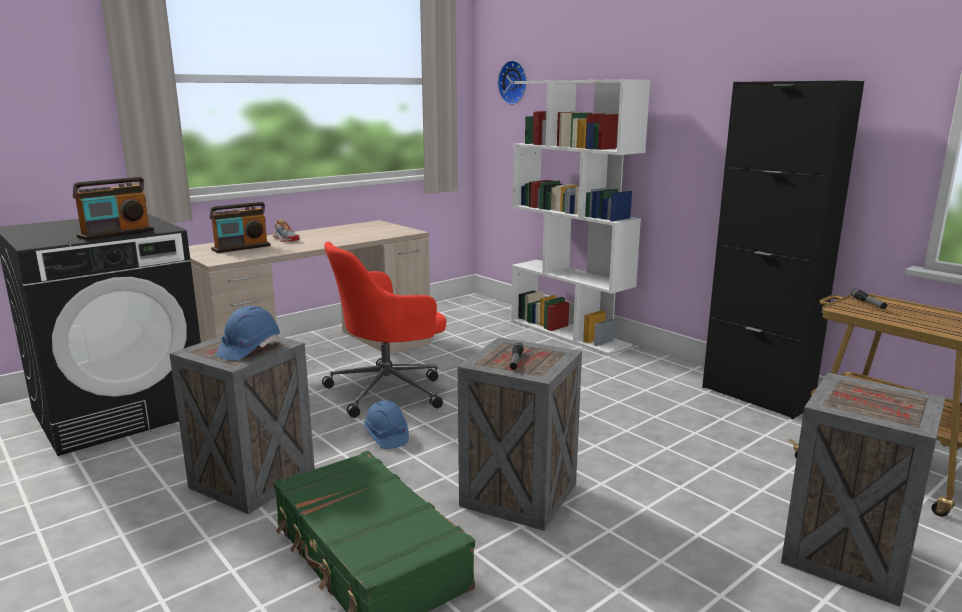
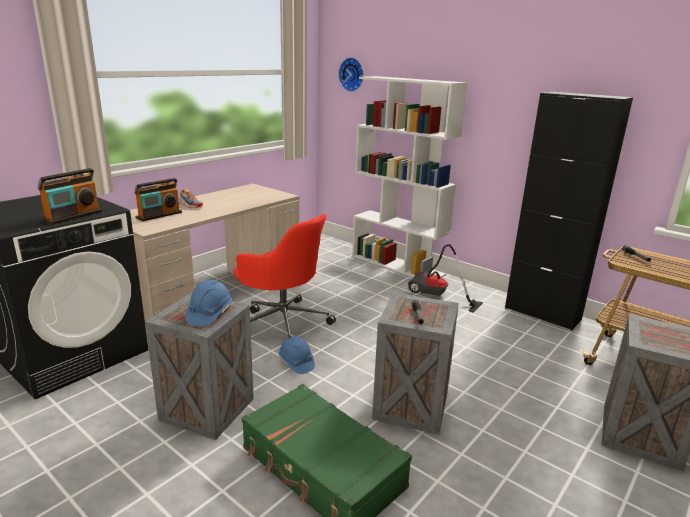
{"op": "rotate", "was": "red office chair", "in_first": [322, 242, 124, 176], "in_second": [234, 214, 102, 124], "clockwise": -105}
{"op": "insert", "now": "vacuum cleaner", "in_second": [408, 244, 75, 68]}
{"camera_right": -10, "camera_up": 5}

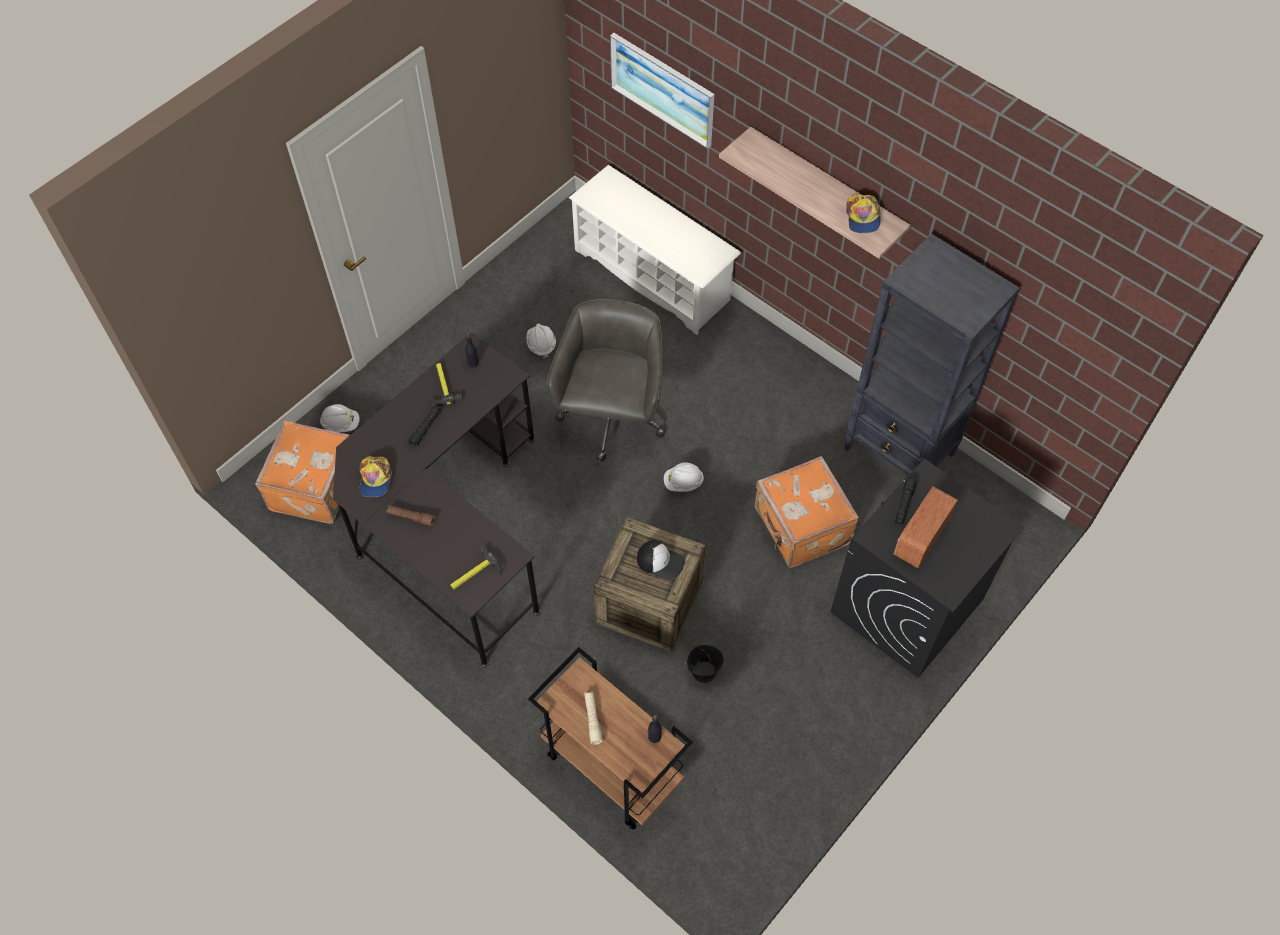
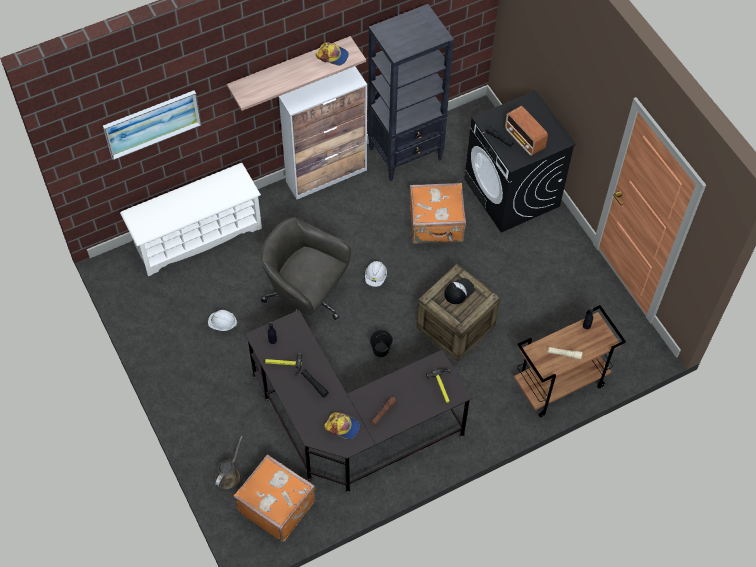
{"op": "replace", "was": "white hard hat", "now": "brown watering can", "in_first": [320, 404, 40, 28], "in_second": [215, 435, 28, 54]}
{"op": "move", "was": "black bucket", "in_first": [687, 645, 37, 38], "in_second": [370, 330, 23, 27]}
{"op": "insert", "now": "cabinet", "in_second": [279, 66, 88, 133]}
{"camera_right": -70, "camera_up": 0}

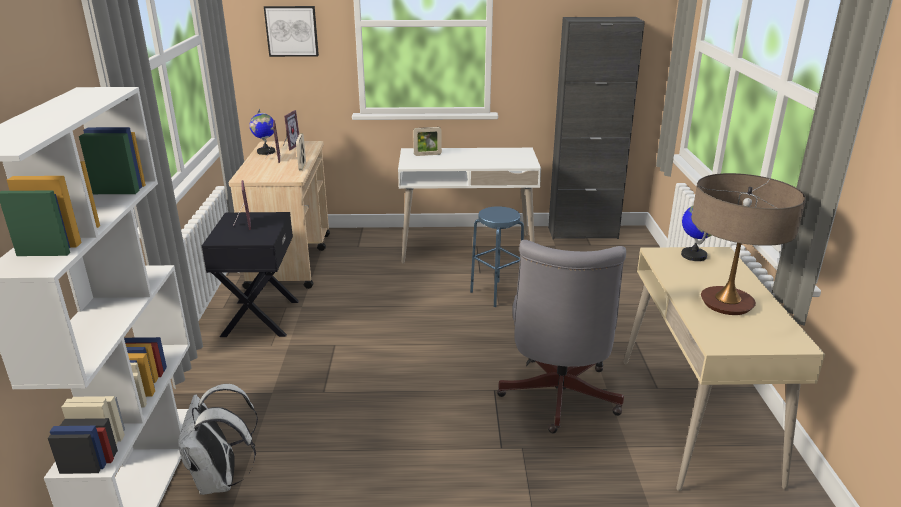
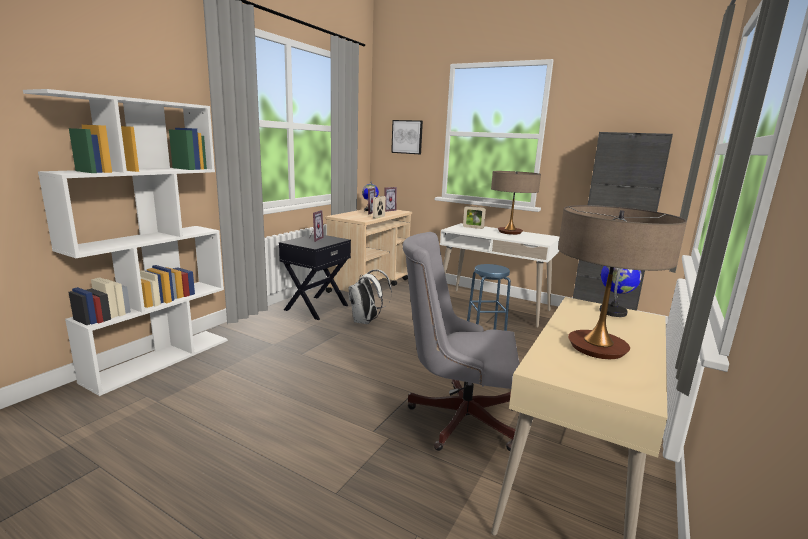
{"op": "move", "was": "white backpack", "in_first": [179, 384, 79, 111], "in_second": [348, 270, 44, 54]}
{"op": "rotate", "was": "grey office chair", "in_first": [497, 240, 129, 193], "in_second": [403, 232, 117, 219], "clockwise": 60}
{"op": "insert", "now": "table lamp", "in_second": [491, 171, 50, 64]}
{"camera_right": 30, "camera_up": -10}

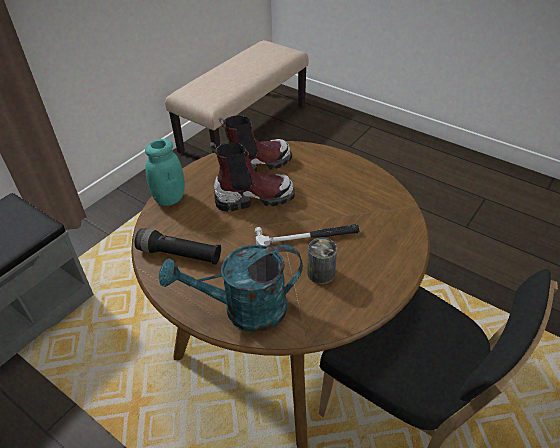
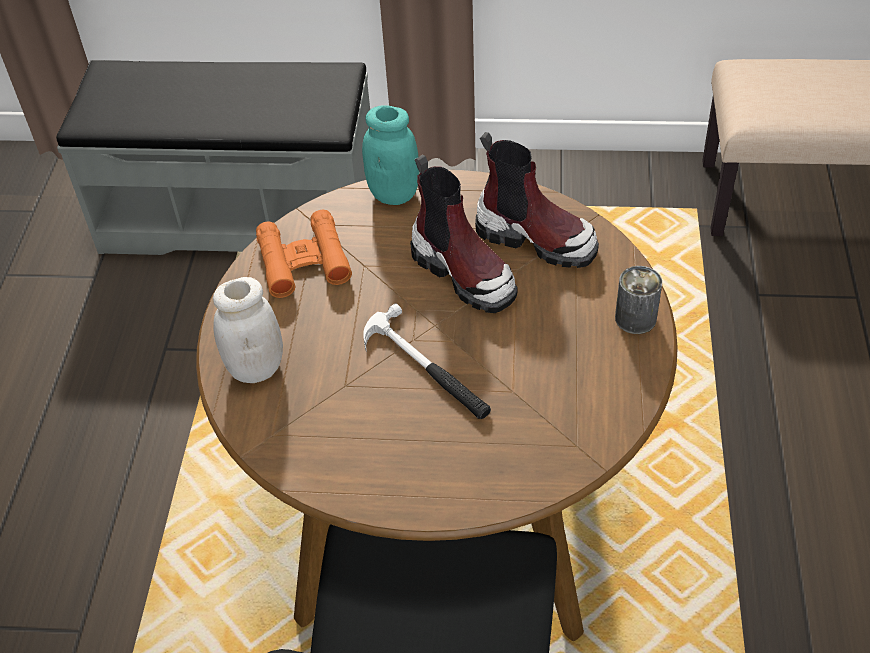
{"op": "replace", "was": "black flashlight", "now": "orange binoculars", "in_first": [135, 228, 87, 37], "in_second": [256, 210, 96, 88]}
{"op": "replace", "was": "turquoise watering can", "now": "white jar", "in_first": [159, 244, 144, 88], "in_second": [213, 277, 70, 106]}
{"op": "move", "was": "can", "in_first": [307, 238, 30, 46], "in_second": [615, 266, 47, 68]}
{"camera_right": 60, "camera_up": 5}

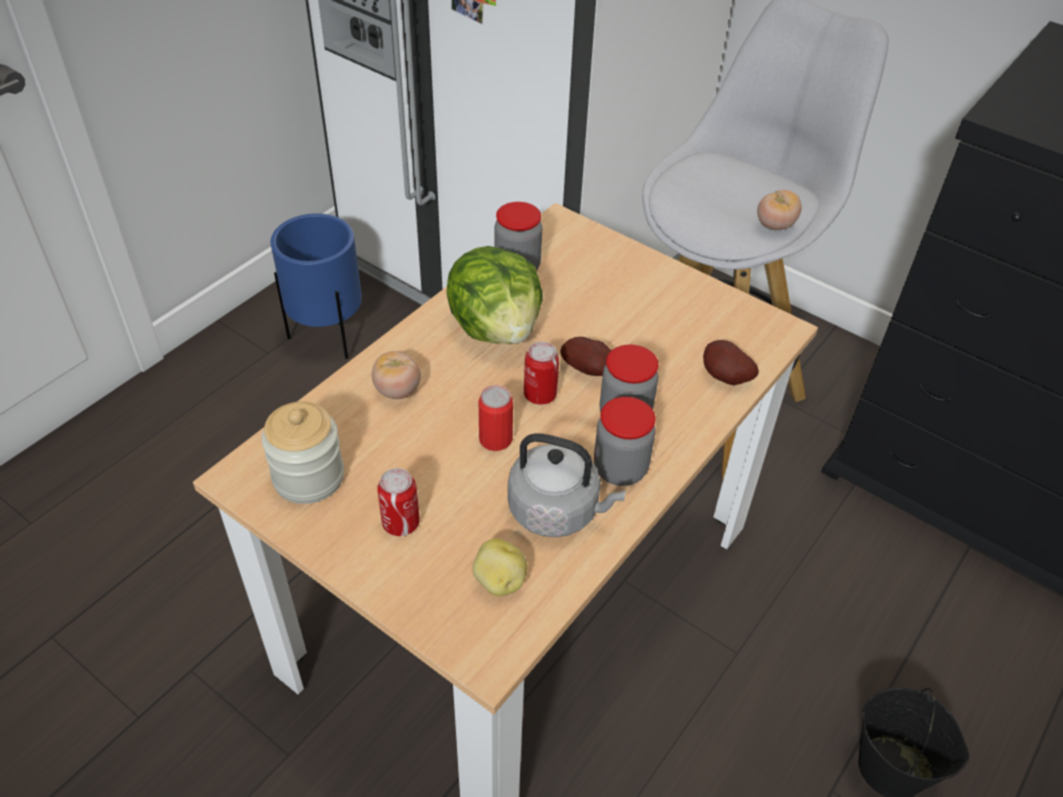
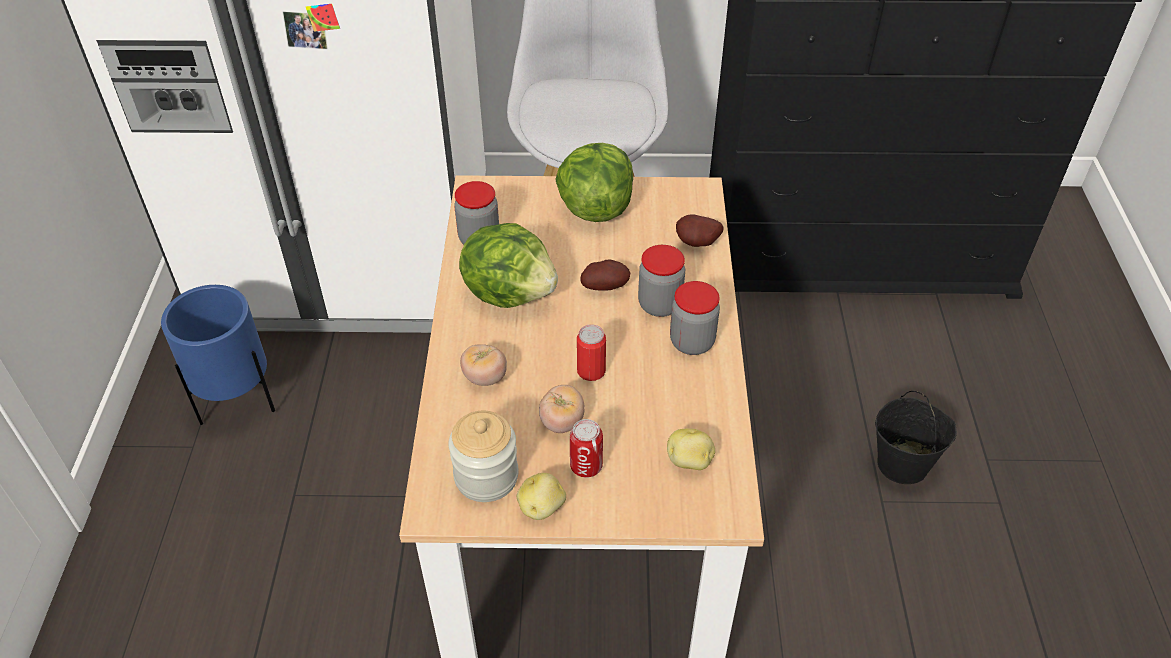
{"op": "delete", "was": "grey kettle", "in_first": [508, 433, 118, 104]}
{"op": "delete", "was": "can", "in_first": [524, 342, 35, 63]}
{"op": "move", "was": "tomato", "in_first": [757, 190, 45, 40], "in_second": [539, 385, 46, 48]}
{"op": "insert", "now": "potato", "in_second": [517, 473, 49, 47]}
{"op": "insert", "now": "lettuce", "in_second": [555, 143, 78, 79]}
{"camera_right": -35, "camera_up": 0}

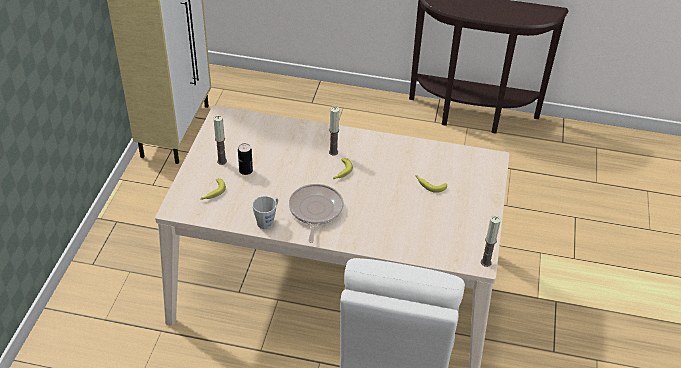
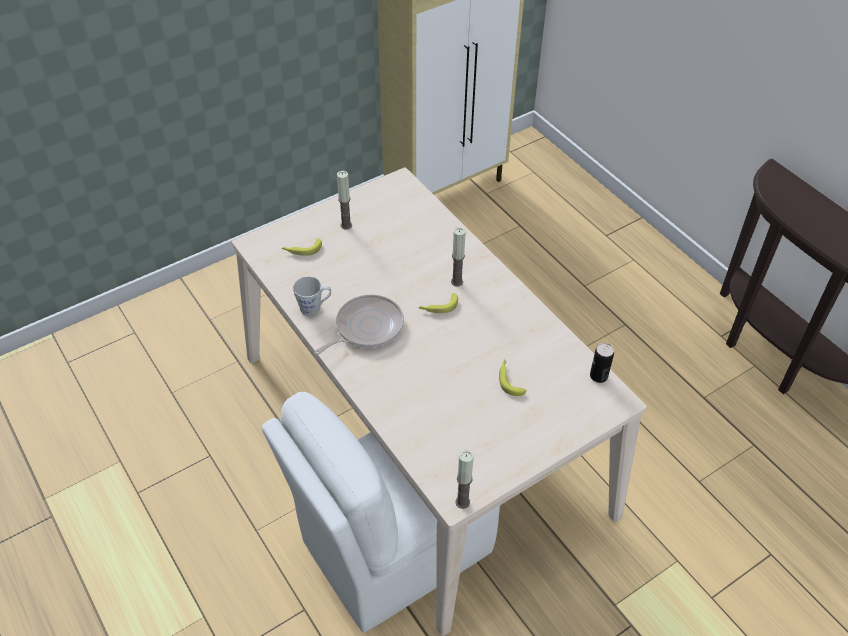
{"op": "move", "was": "can", "in_first": [238, 143, 15, 32], "in_second": [590, 343, 24, 40]}
{"camera_right": 45, "camera_up": 5}

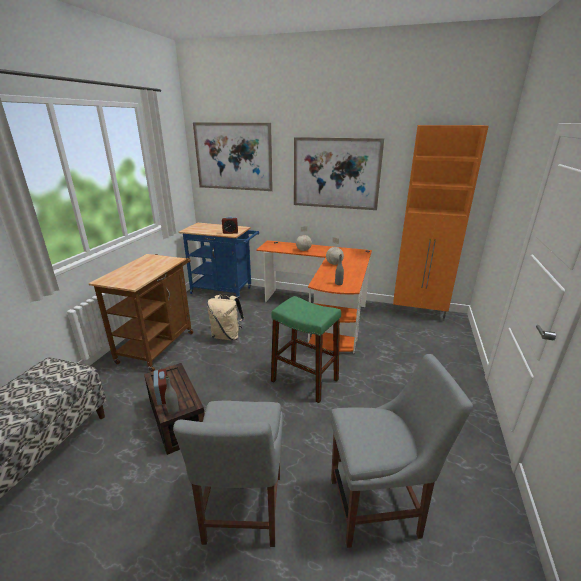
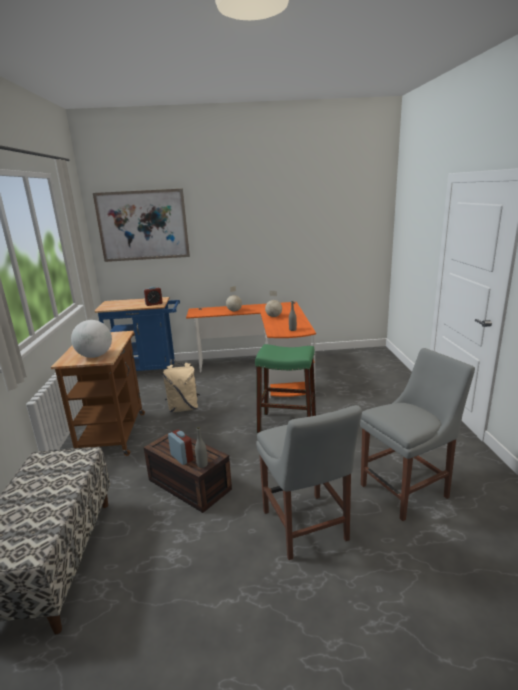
{"op": "delete", "was": "picture", "in_first": [294, 137, 90, 73]}
{"op": "delete", "was": "orange cabinet", "in_first": [393, 125, 96, 196]}
{"op": "insert", "now": "globe", "in_second": [71, 320, 41, 38]}
{"camera_right": -20, "camera_up": -5}

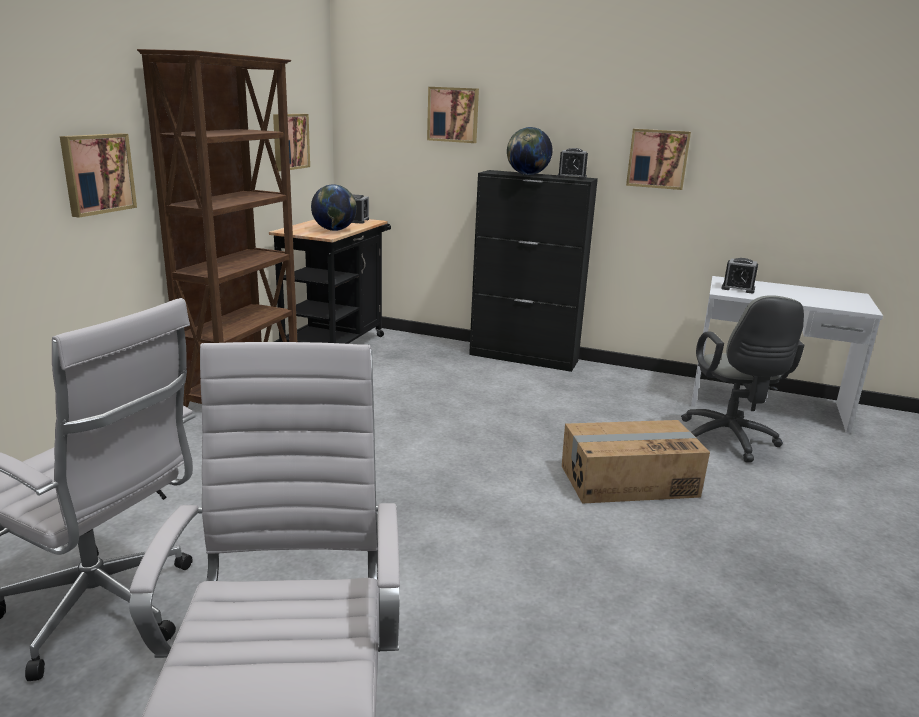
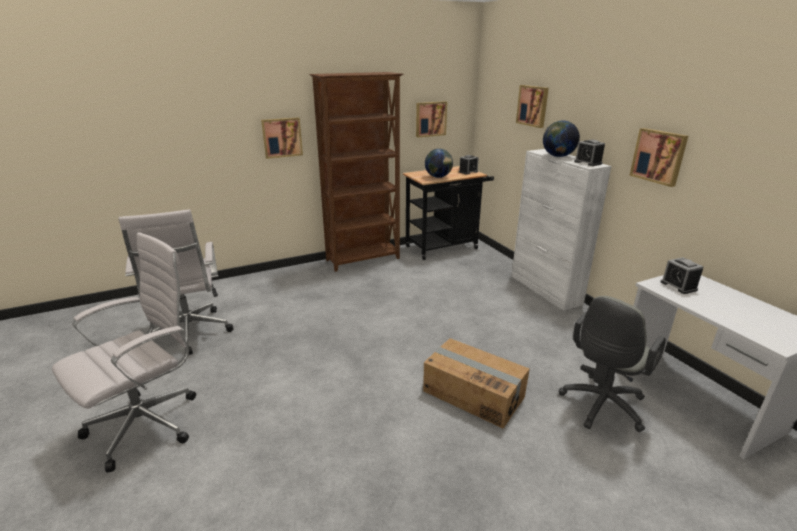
{"op": "recolor", "was": "black cabinet", "now": "white cabinet", "in_first": [469, 170, 129, 202], "in_second": [512, 149, 99, 162]}
{"camera_right": 45, "camera_up": 5}

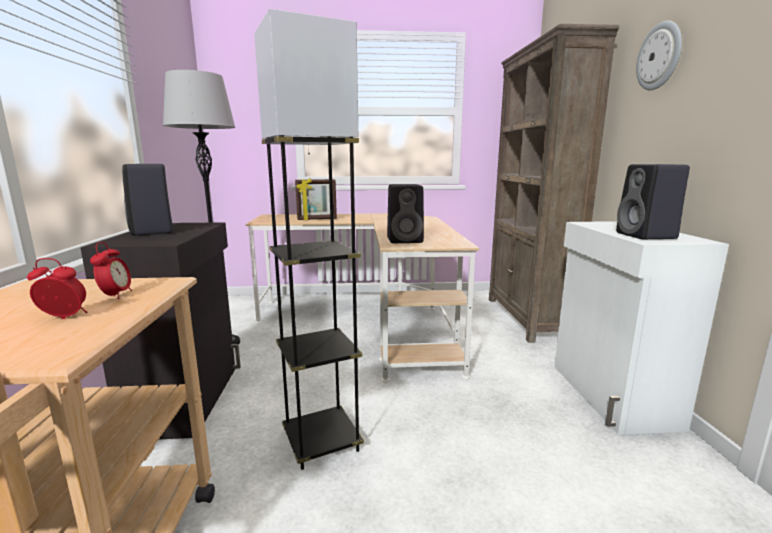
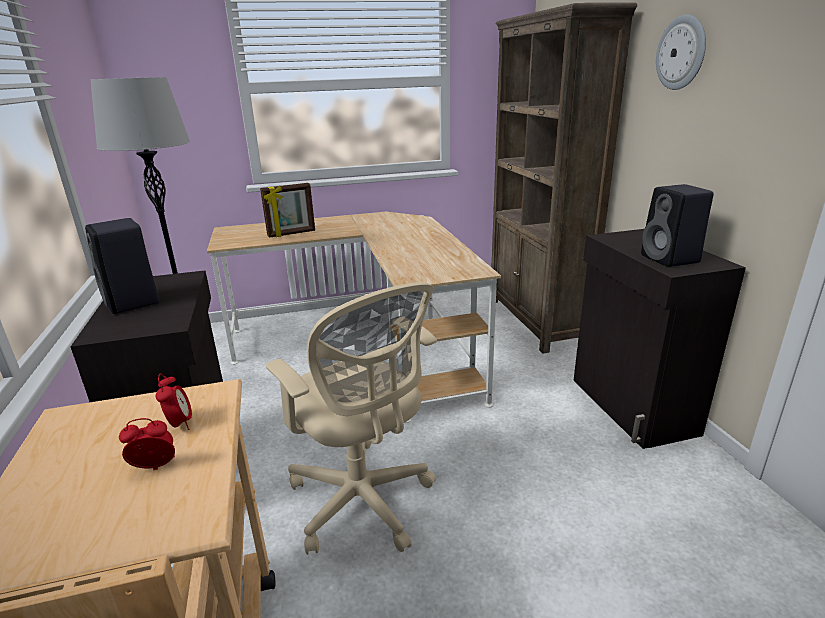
{"op": "replace", "was": "grey floor lamp", "now": "beige office chair", "in_first": [254, 9, 110, 461], "in_second": [265, 282, 172, 273]}
{"op": "delete", "was": "black speaker", "in_first": [387, 184, 37, 59]}
{"op": "recolor", "was": "white cabinet", "now": "black cabinet", "in_first": [554, 221, 175, 213], "in_second": [573, 229, 173, 220]}
{"camera_right": -10, "camera_up": 10}

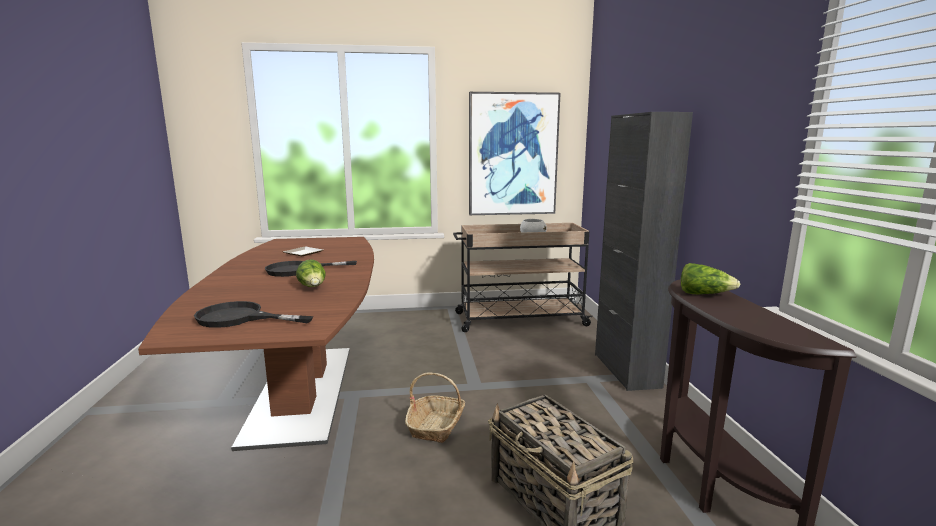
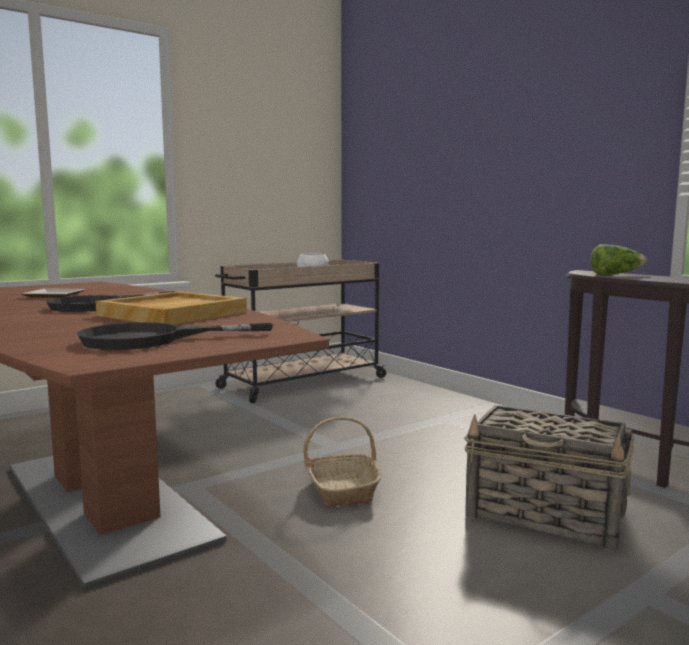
{"op": "replace", "was": "lettuce", "now": "beige tray", "in_first": [296, 259, 30, 28], "in_second": [96, 291, 151, 34]}
{"op": "delete", "was": "picture", "in_first": [469, 92, 91, 123]}
{"op": "delete", "was": "black cabinet", "in_first": [595, 112, 98, 279]}
{"camera_right": -30, "camera_up": -5}

